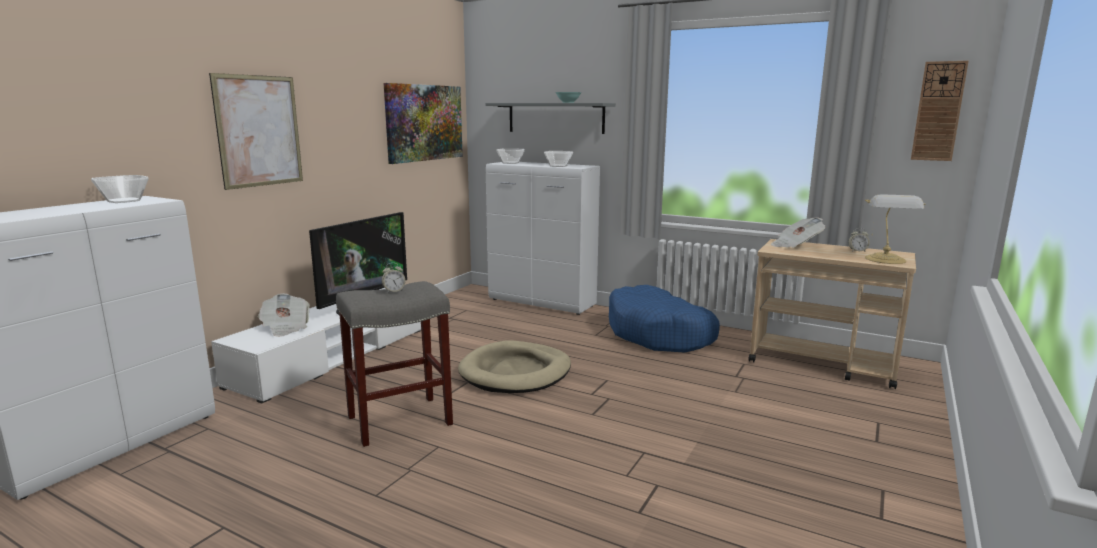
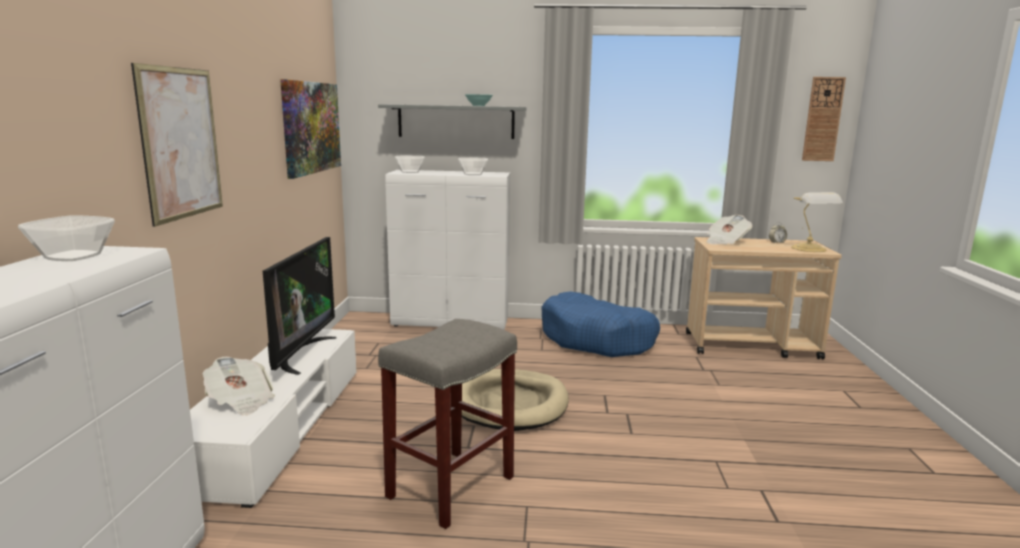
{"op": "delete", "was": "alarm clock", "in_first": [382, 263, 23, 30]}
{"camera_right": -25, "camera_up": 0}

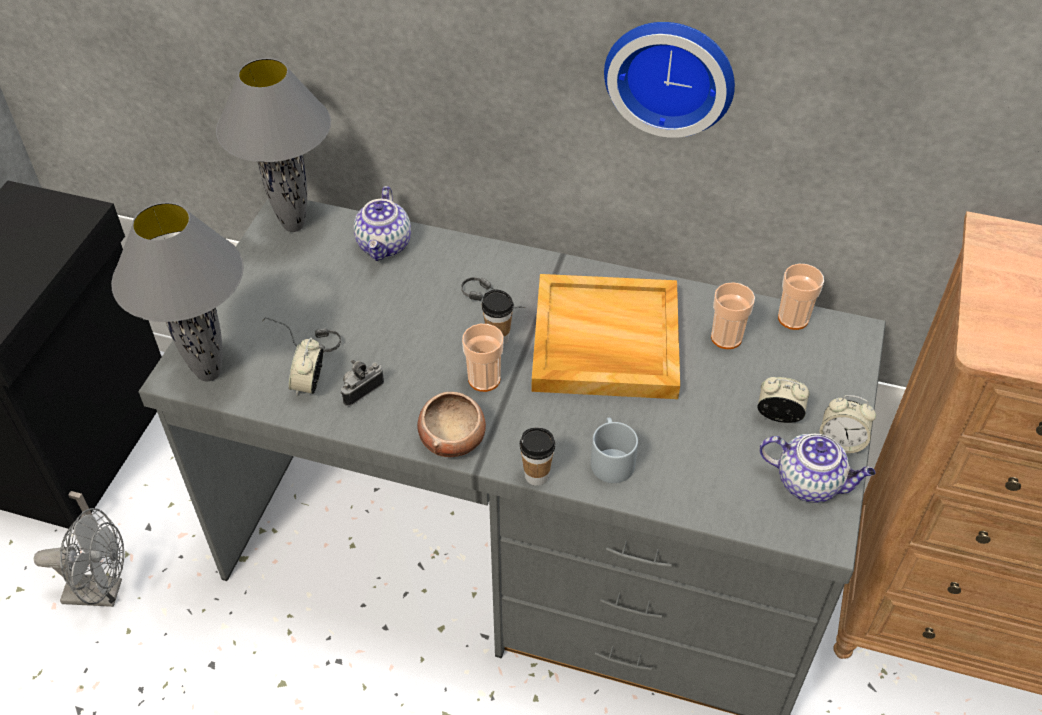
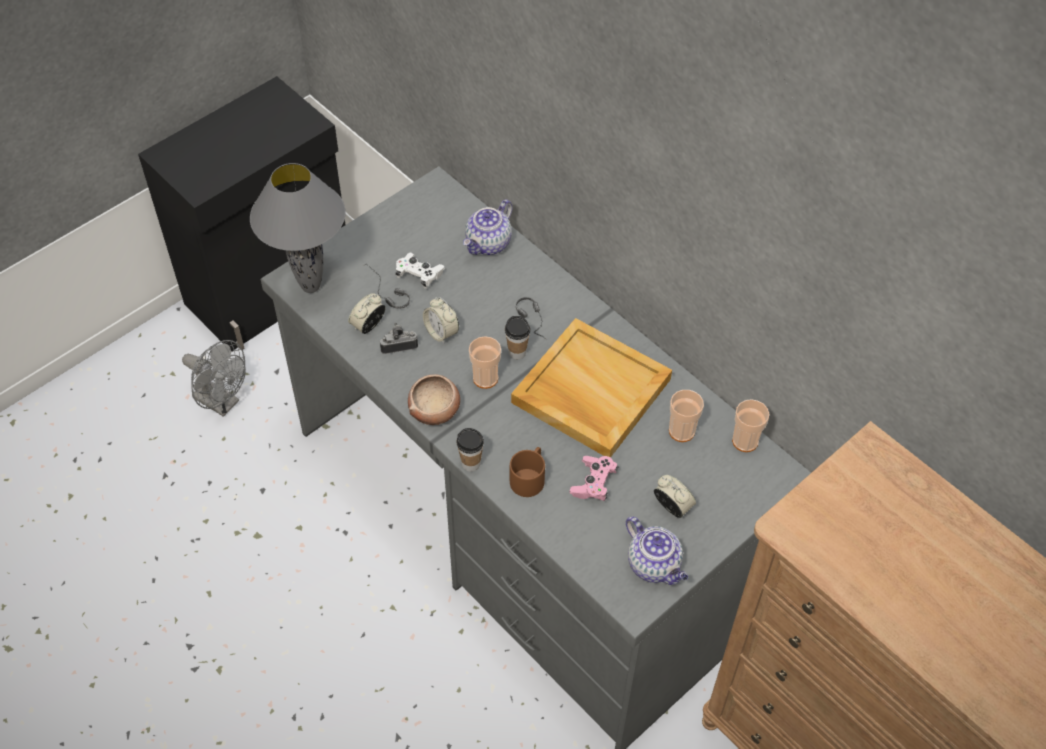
{"op": "delete", "was": "grey table lamp", "in_first": [216, 58, 115, 174]}
{"op": "recolor", "was": "grey mug", "now": "brown mug", "in_first": [591, 418, 47, 65], "in_second": [510, 447, 35, 50]}
{"op": "delete", "was": "wall clock", "in_first": [604, 22, 131, 116]}
{"op": "move", "was": "alarm clock", "in_first": [820, 395, 56, 59], "in_second": [423, 297, 36, 47]}
{"op": "insert", "now": "white game controller", "in_second": [395, 253, 50, 36]}
{"op": "insert", "now": "pink game controller", "in_second": [570, 456, 49, 45]}
{"camera_right": 30, "camera_up": 5}

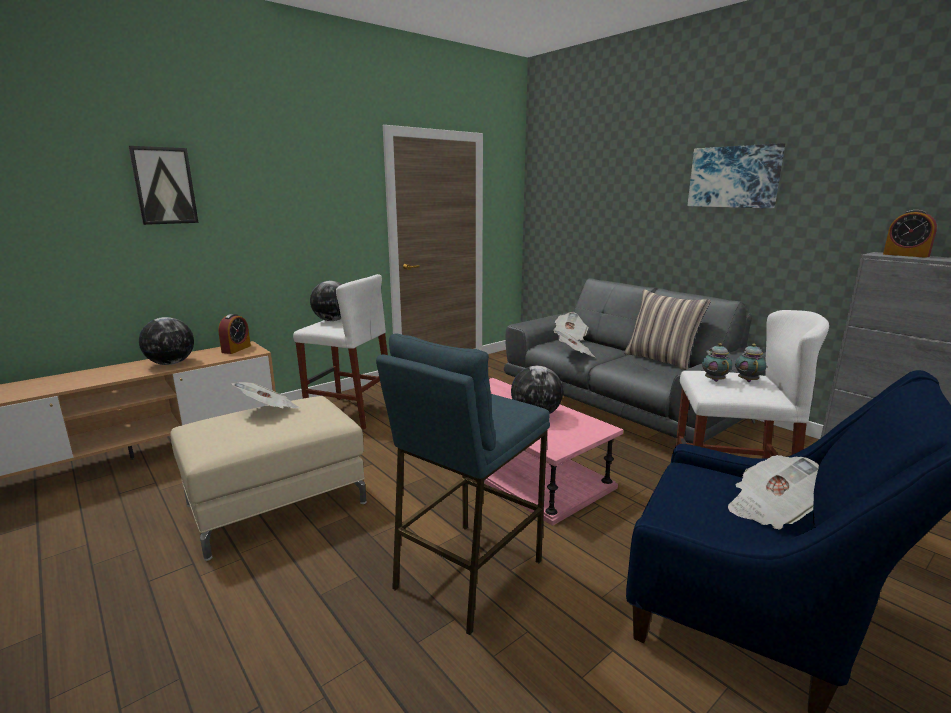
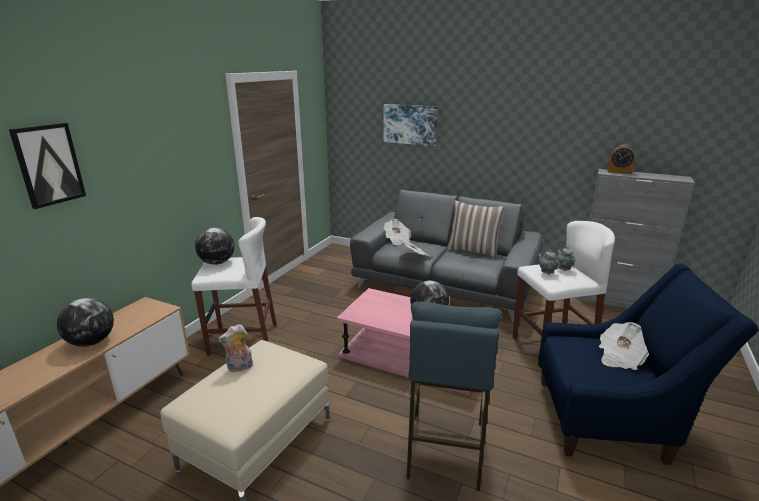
{"op": "delete", "was": "alarm clock", "in_first": [218, 314, 33, 40]}
{"op": "replace", "was": "newspaper", "now": "plush toy", "in_first": [231, 382, 69, 27], "in_second": [218, 324, 35, 48]}
{"op": "move", "was": "picture", "in_first": [687, 143, 98, 65], "in_second": [383, 104, 55, 42]}
{"camera_right": -25, "camera_up": 5}

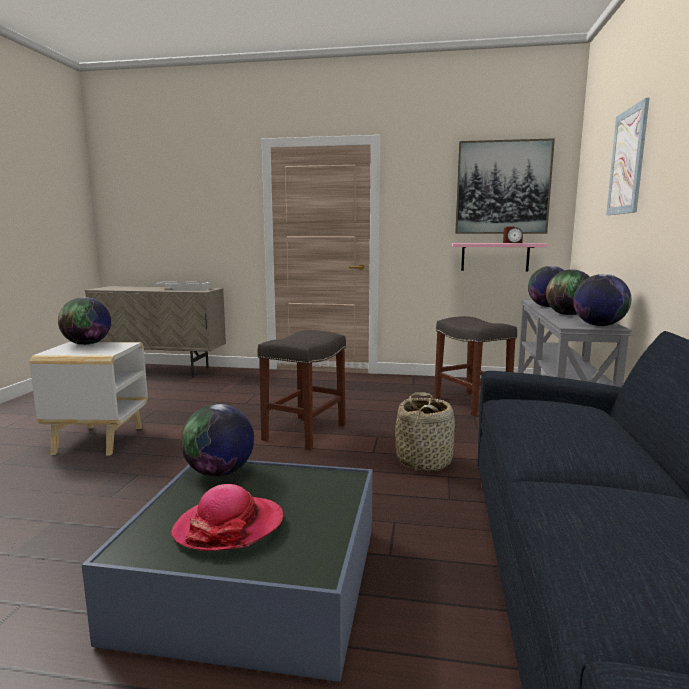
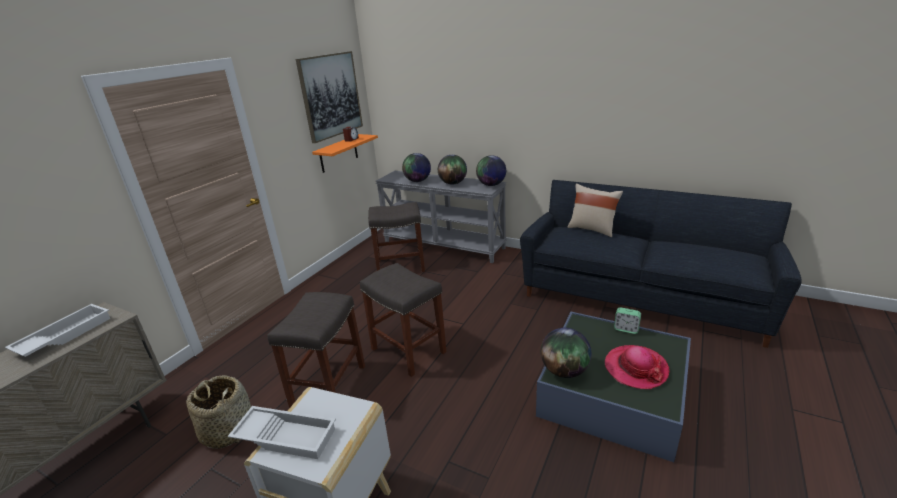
{"op": "replace", "was": "globe", "now": "white tray", "in_first": [58, 297, 53, 48], "in_second": [228, 406, 108, 53]}
{"op": "move", "was": "basket", "in_first": [395, 392, 60, 80], "in_second": [186, 375, 65, 74]}
{"op": "recolor", "was": "pink shelf", "now": "orange shelf", "in_first": [452, 243, 95, 28], "in_second": [312, 134, 66, 39]}
{"op": "delete", "was": "picture", "in_first": [606, 98, 43, 117]}
{"op": "insert", "now": "grey stool", "in_second": [267, 292, 98, 116]}
{"op": "insert", "now": "beige pillow", "in_second": [567, 184, 56, 53]}
{"op": "insert", "now": "alarm clock", "in_second": [614, 307, 27, 27]}
{"camera_right": -70, "camera_up": 15}

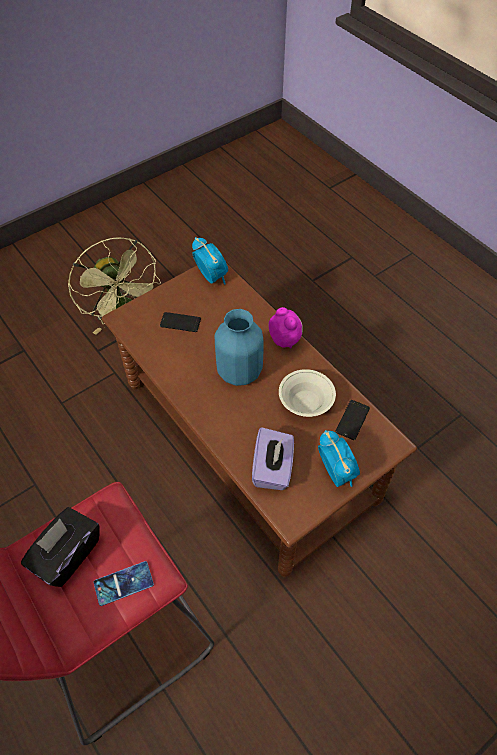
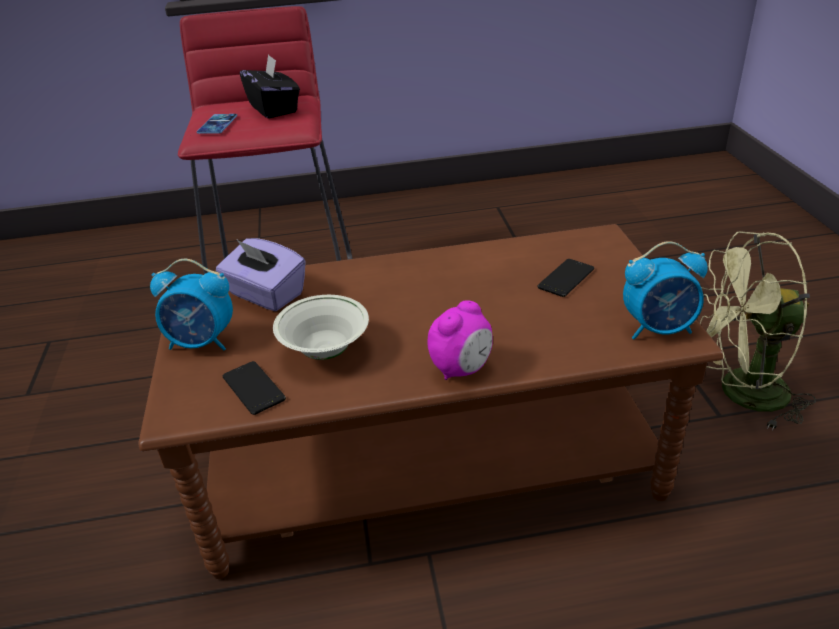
{"op": "delete", "was": "blue vase", "in_first": [215, 309, 49, 77]}
{"op": "rotate", "was": "alarm clock", "in_first": [268, 307, 35, 41], "in_second": [427, 300, 66, 80], "clockwise": -45}
{"camera_right": 120, "camera_up": -20}

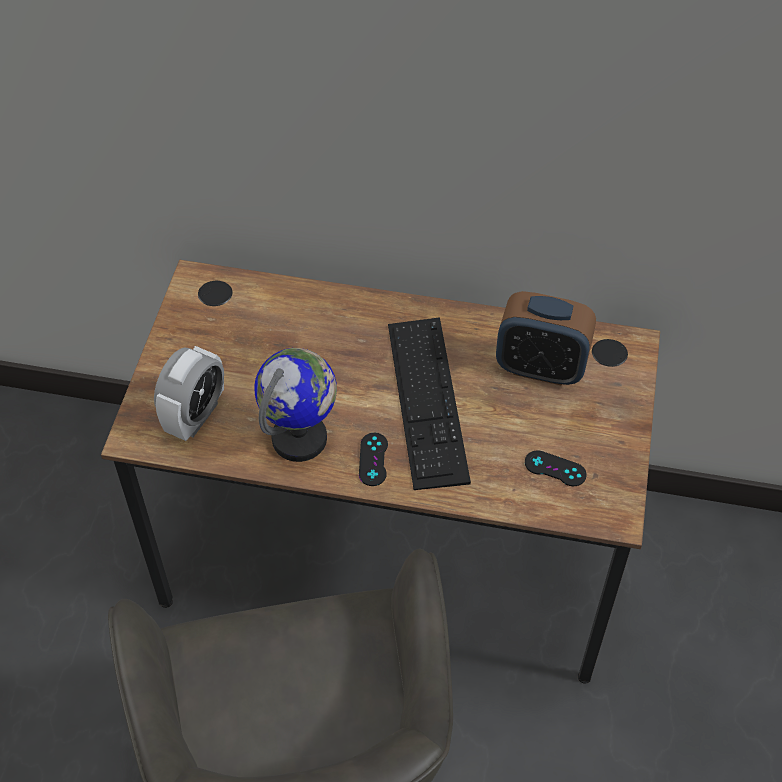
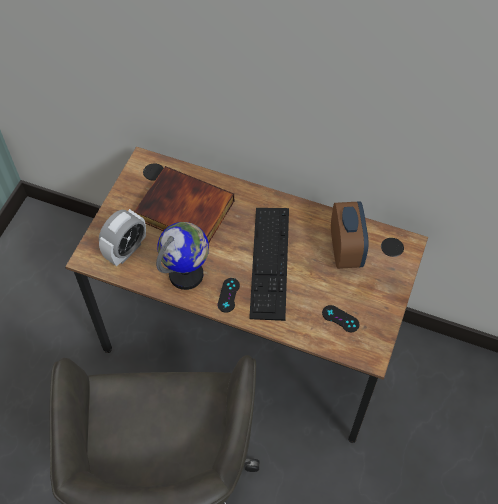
{"op": "rotate", "was": "alarm clock", "in_first": [496, 291, 100, 95], "in_second": [331, 201, 38, 68], "clockwise": -120}
{"op": "insert", "now": "book", "in_second": [134, 166, 100, 77]}
{"camera_right": 10, "camera_up": 5}

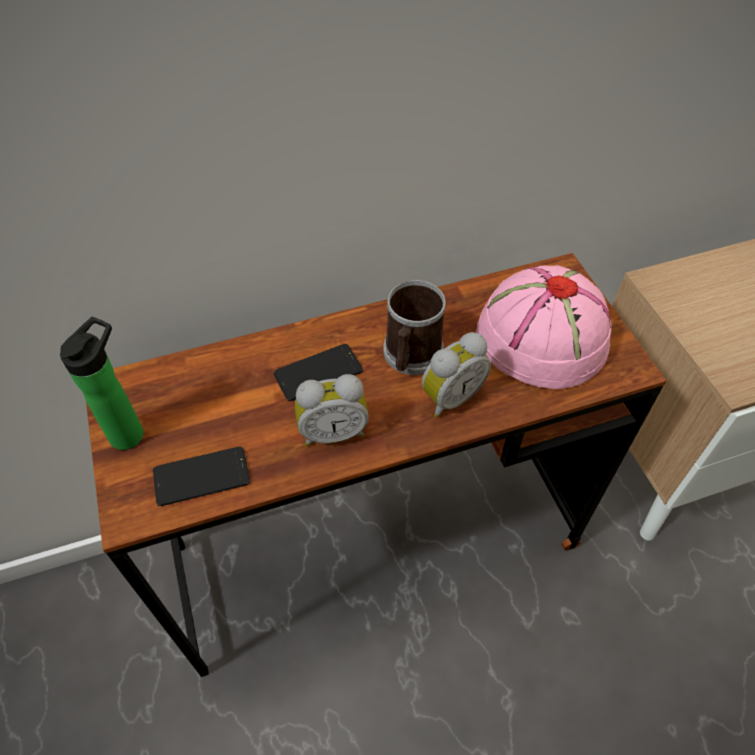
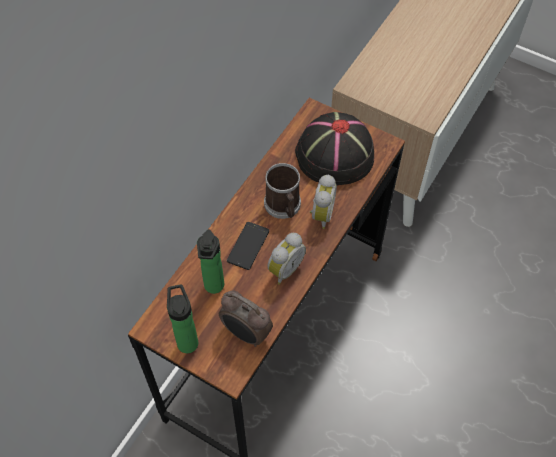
{"op": "replace", "was": "phone", "now": "alarm clock", "in_first": [153, 447, 97, 59], "in_second": [219, 291, 54, 56]}
{"op": "recolor", "was": "pink hat", "now": "black hat", "in_first": [476, 265, 135, 124], "in_second": [295, 112, 79, 73]}
{"op": "insert", "now": "bottle", "in_second": [197, 230, 27, 64]}
{"camera_right": -40, "camera_up": 5}

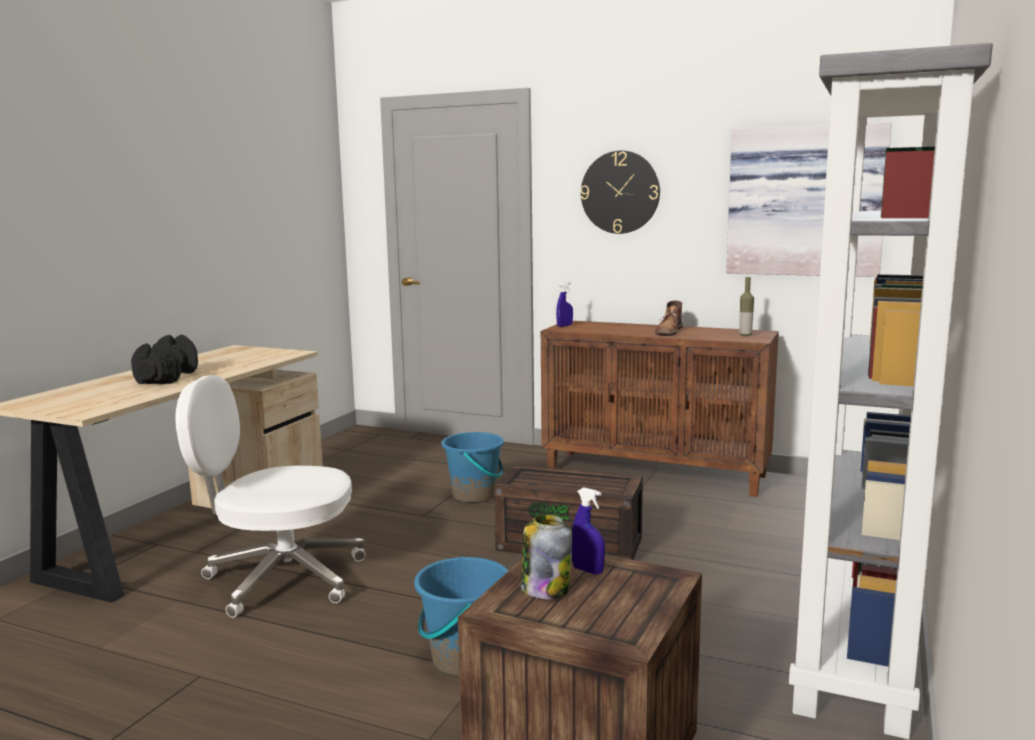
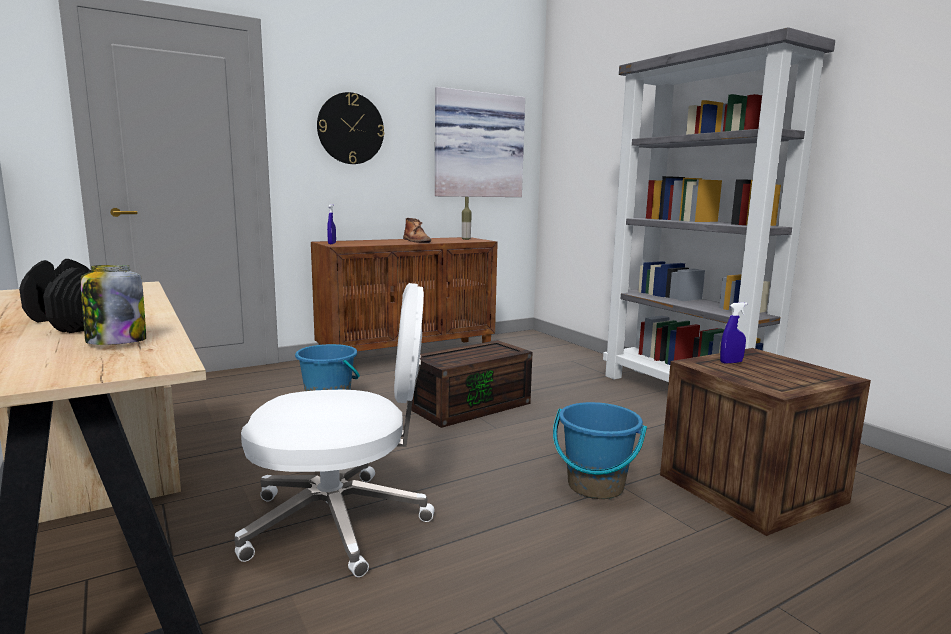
{"op": "rotate", "was": "white office chair", "in_first": [175, 375, 190, 243], "in_second": [234, 283, 201, 294], "clockwise": -135}
{"op": "move", "was": "jar", "in_first": [521, 514, 51, 85], "in_second": [81, 265, 65, 80]}
{"camera_right": -55, "camera_up": 0}

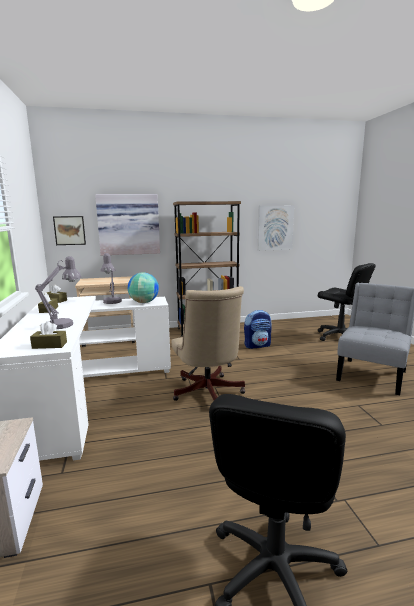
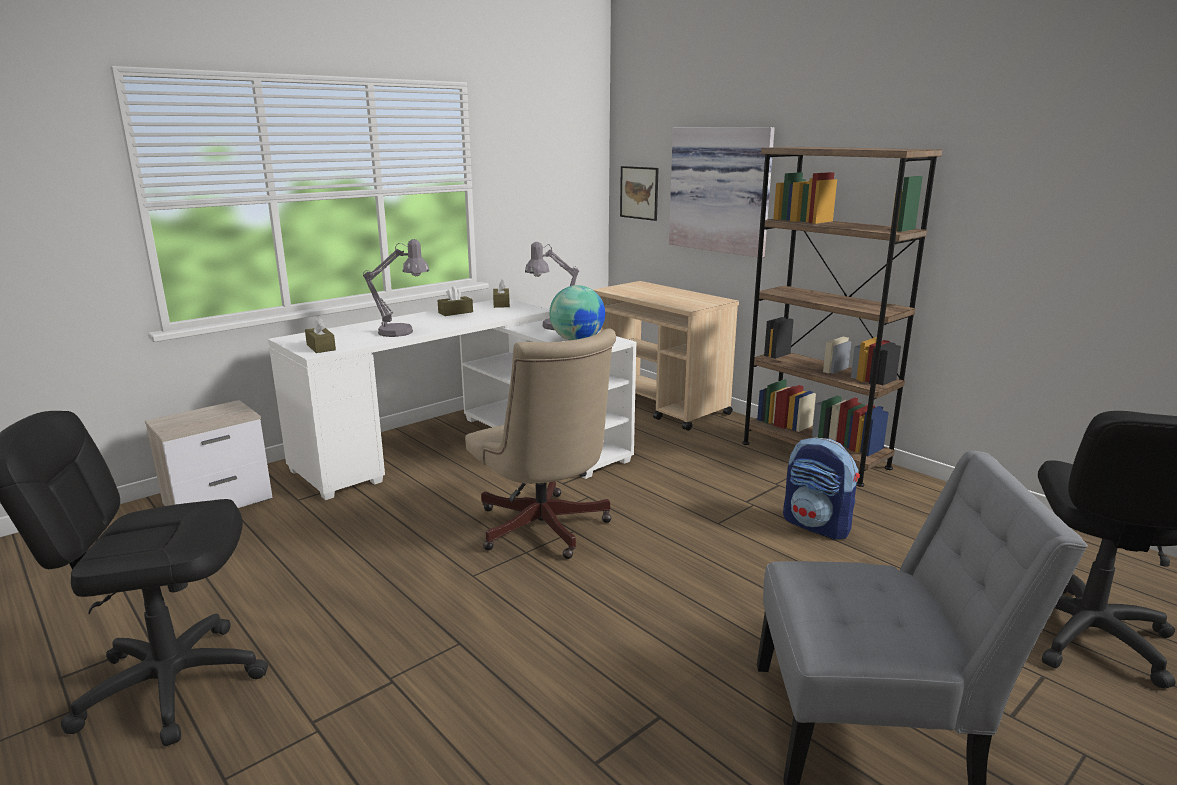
{"op": "rotate", "was": "beige office chair", "in_first": [172, 286, 73, 115], "in_second": [465, 329, 151, 230], "clockwise": -75}
{"op": "delete", "was": "picture", "in_first": [258, 206, 36, 45]}
{"camera_right": 60, "camera_up": 5}

